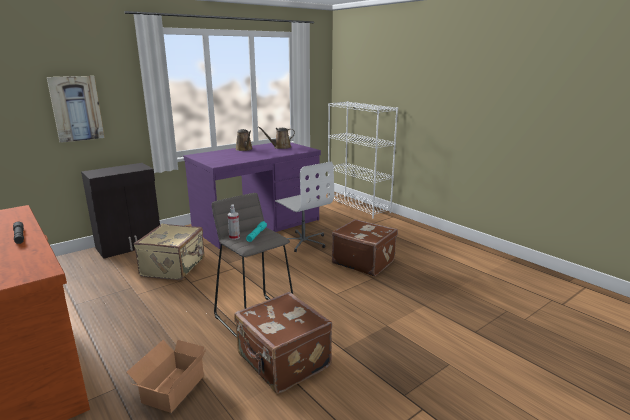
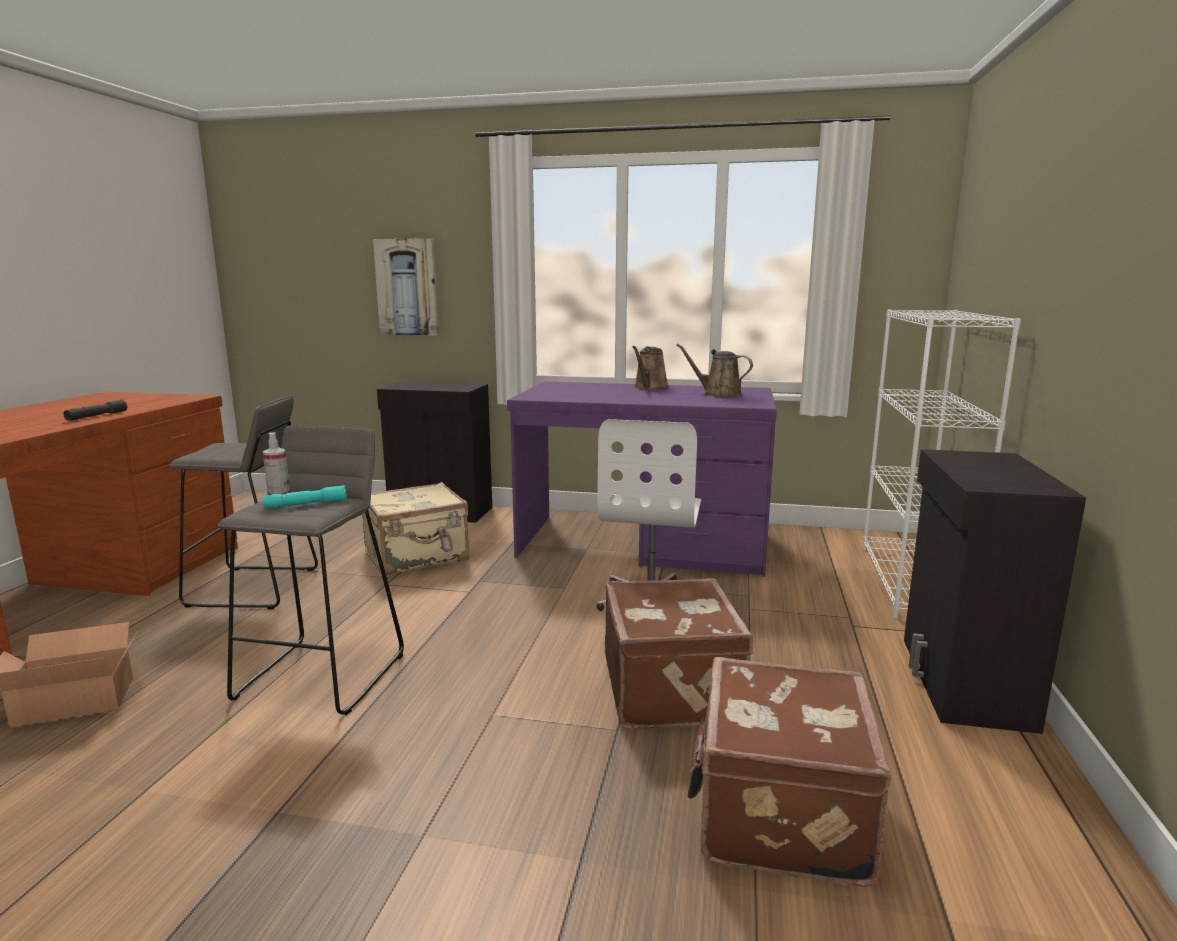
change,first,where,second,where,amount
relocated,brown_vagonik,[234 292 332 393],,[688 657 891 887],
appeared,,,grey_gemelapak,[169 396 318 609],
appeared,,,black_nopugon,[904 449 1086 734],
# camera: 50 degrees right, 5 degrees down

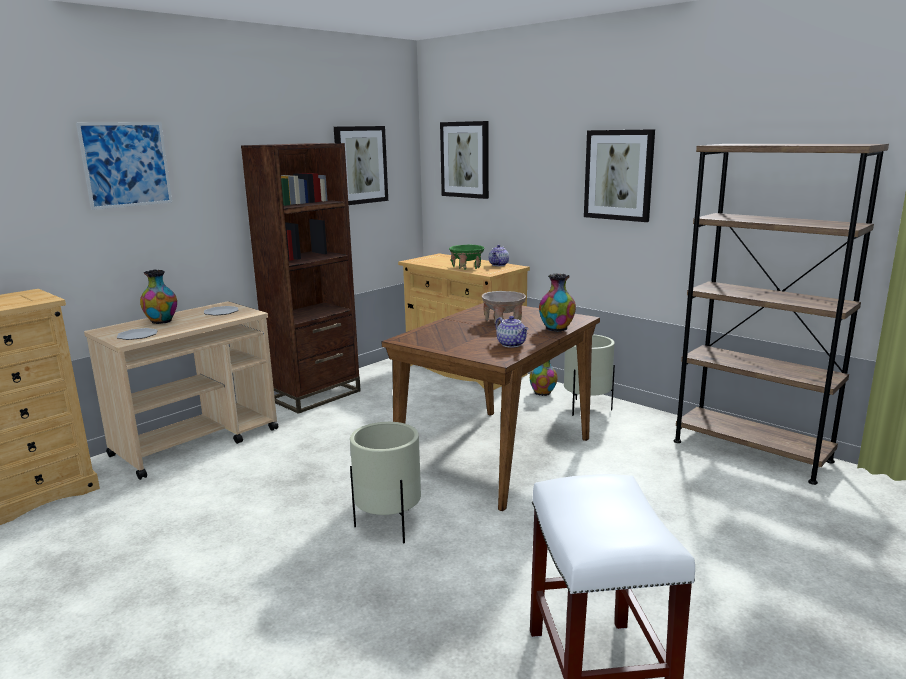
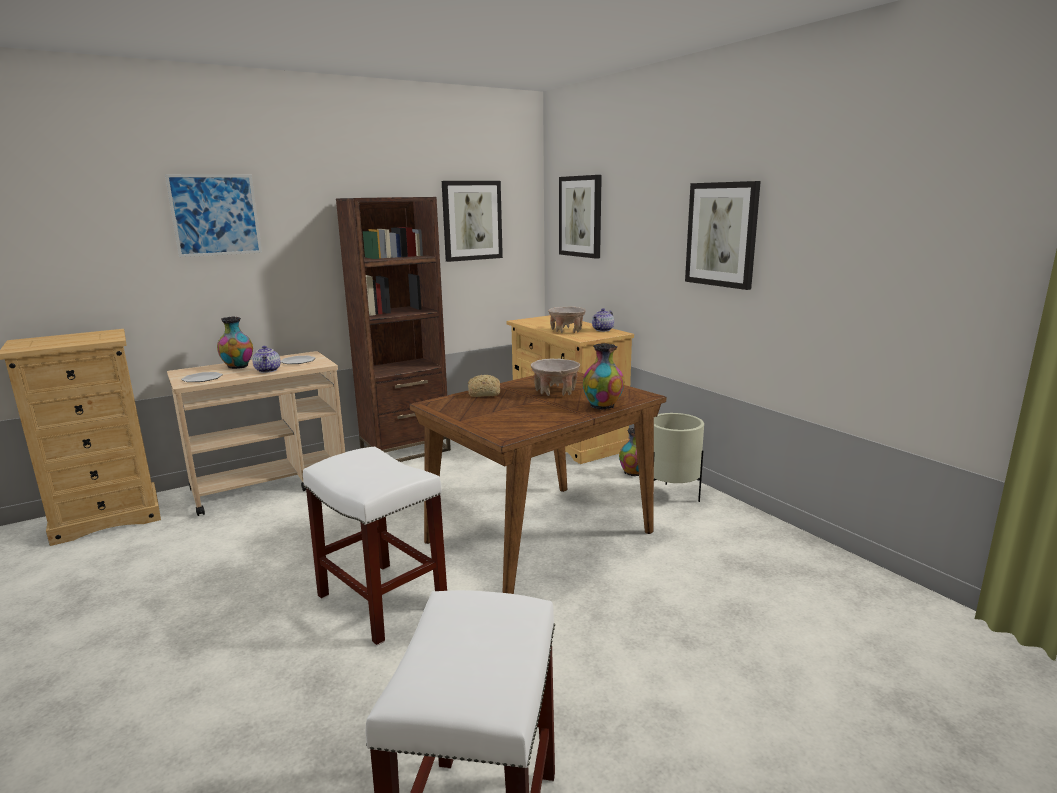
change,first,where,second,where,amount
exchanged,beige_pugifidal,[350 422 421 543],white_gemelapak,[303 447 447 646],
colour,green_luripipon,[449 244 484 270],beige_luripipon,[548 306 586 333],
relocated,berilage,[495 316 529 348],,[252 346 281 373],
missing,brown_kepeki,[674 144 889 485],,,
appeared,,,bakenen,[468 375 500 397],
# camera: 15 degrees right, 0 degrees up

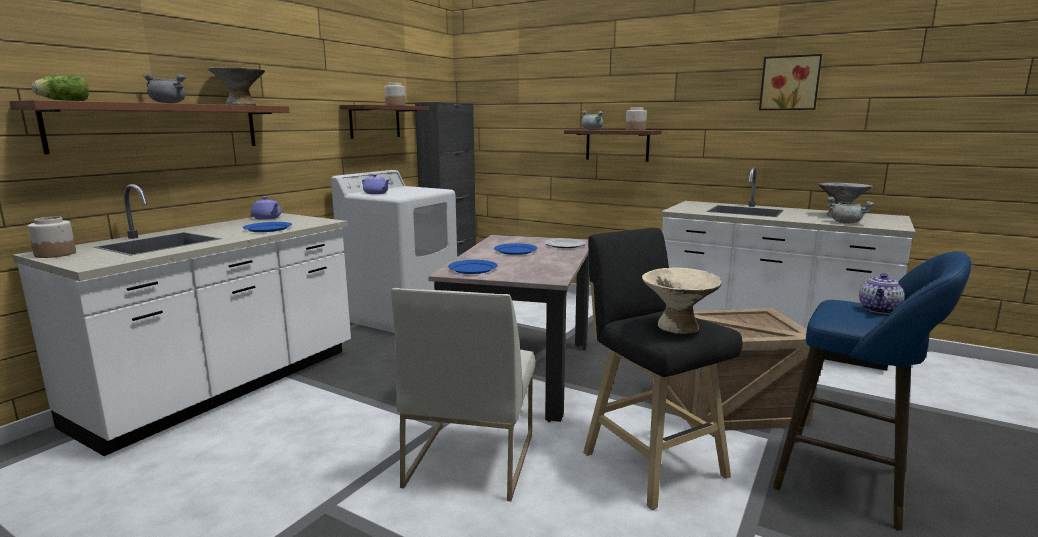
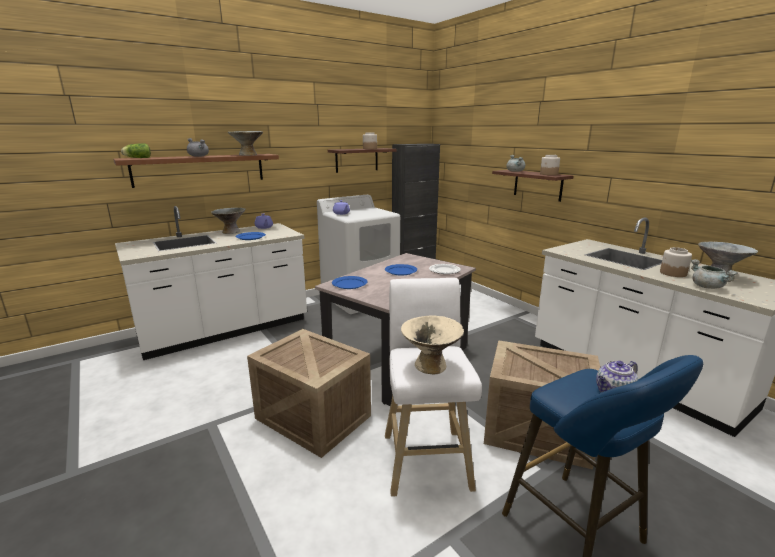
change,first,where,second,where,amount
relocated,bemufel,[28 217 76 258],,[660 247 692 277],
exchanged,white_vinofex,[391 288 535 501],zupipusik,[247 329 371 458],
colour,black_gemelapak,[583 228 742 510],white_gemelapak,[385 278 482 497],
missing,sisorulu,[759 54 822 110],,,
appeared,,,grey_luripipon,[211 208 246 234],
# camera: 25 degrees right, 5 degrees up

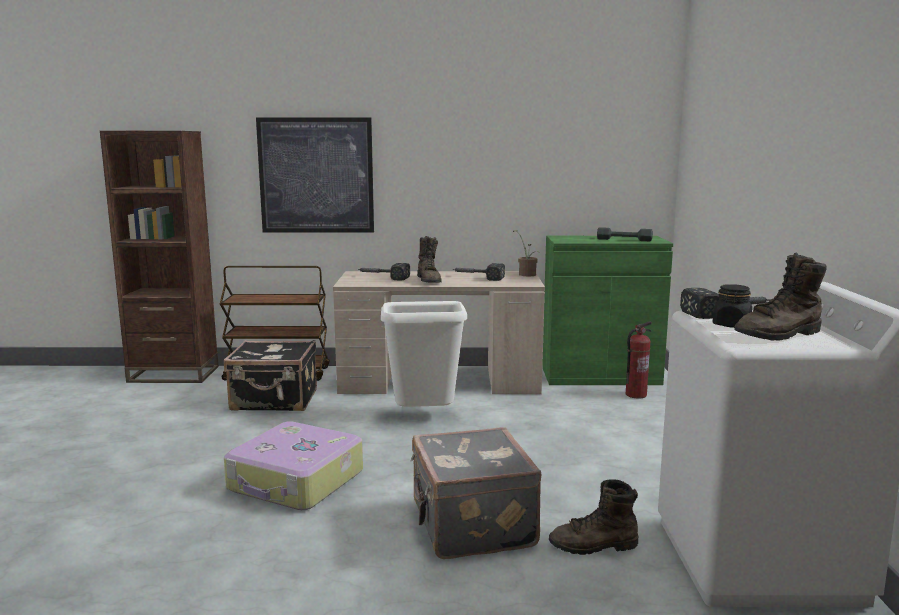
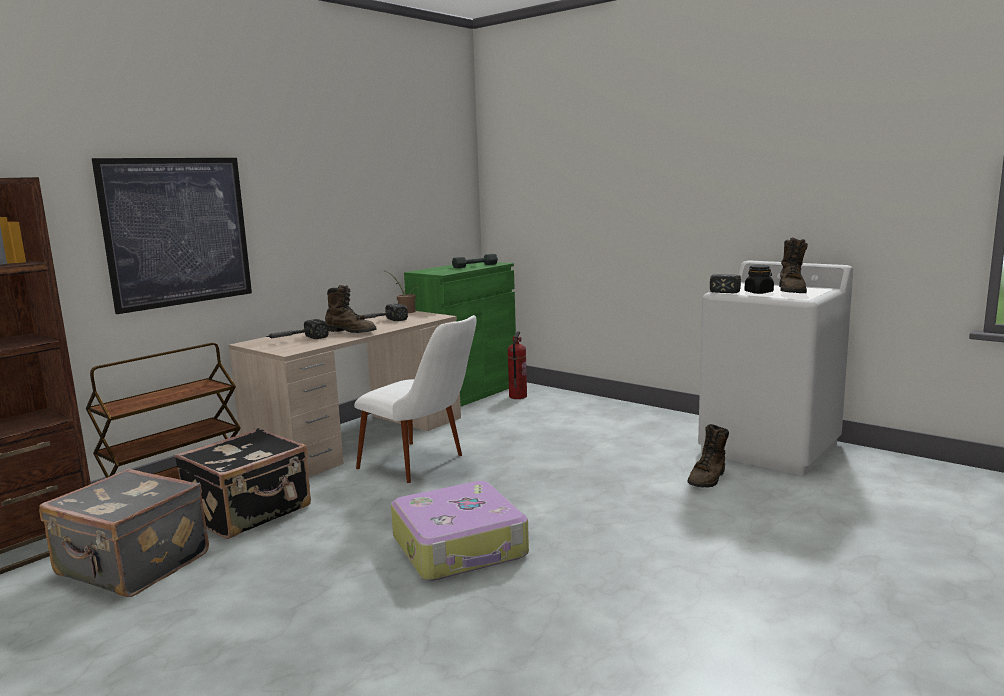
change,first,where,second,where,amount
exchanged,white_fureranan,[381 301 467 407],white_vinofex,[354 315 477 483],
relocated,grey_vagonik,[411 427 541 559],,[39 468 209 597],
# camera: 50 degrees left, 0 degrees up

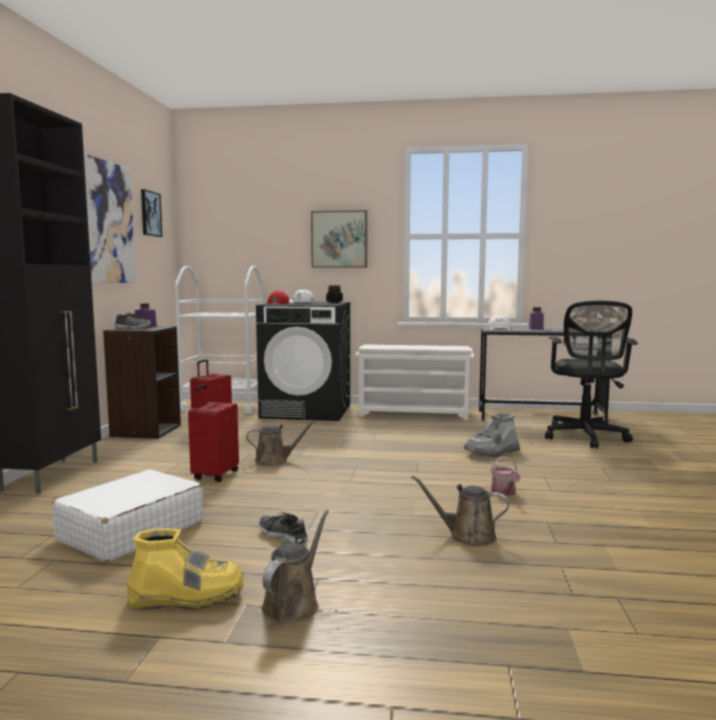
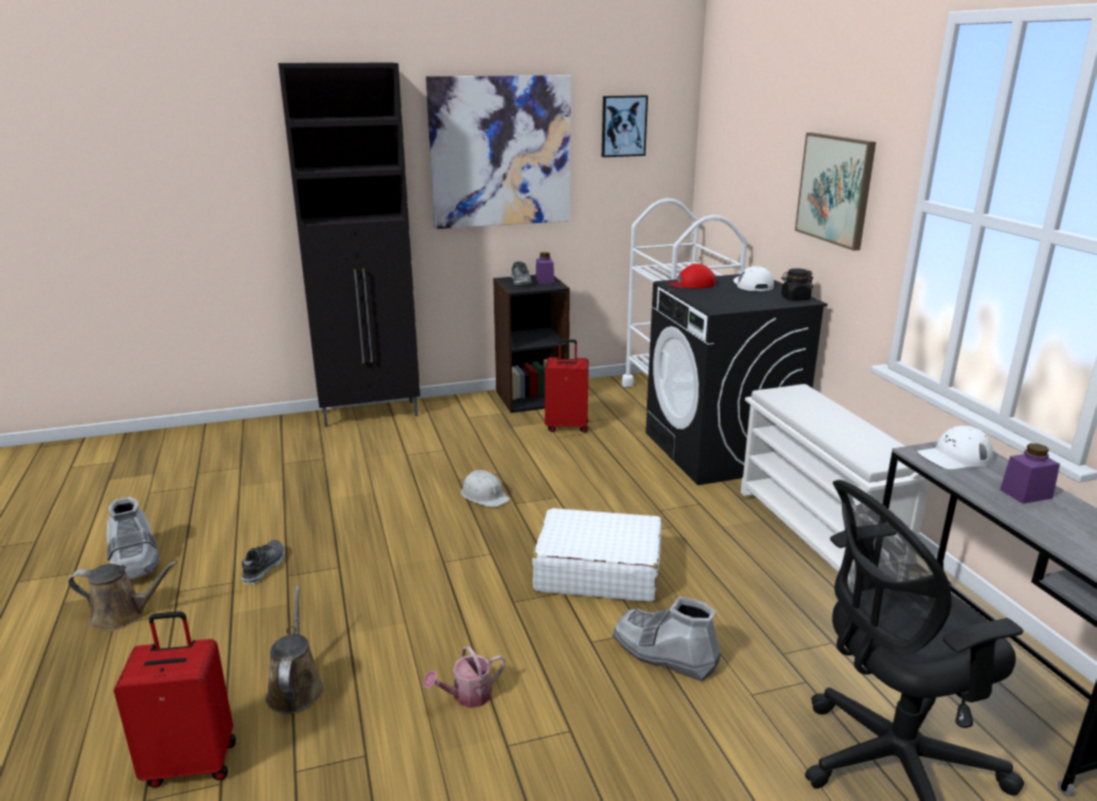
change,first,where,second,where,amount
relocated,white_vagonik,[52 469 203 562],,[532 508 661 602],
colour,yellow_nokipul,[126 528 243 609],grey_nokipul,[107 497 160 580],
relocated,red_vagonik,[188 385 239 482],,[114 611 236 788],
exchanged,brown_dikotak,[246 420 316 466],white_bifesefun,[461 470 510 507],
# camera: 65 degrees right, 15 degrees up

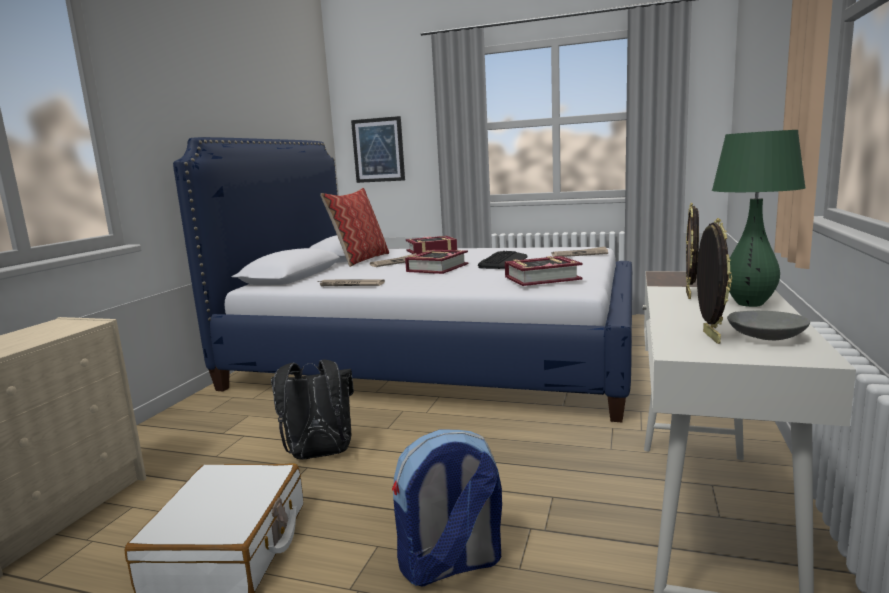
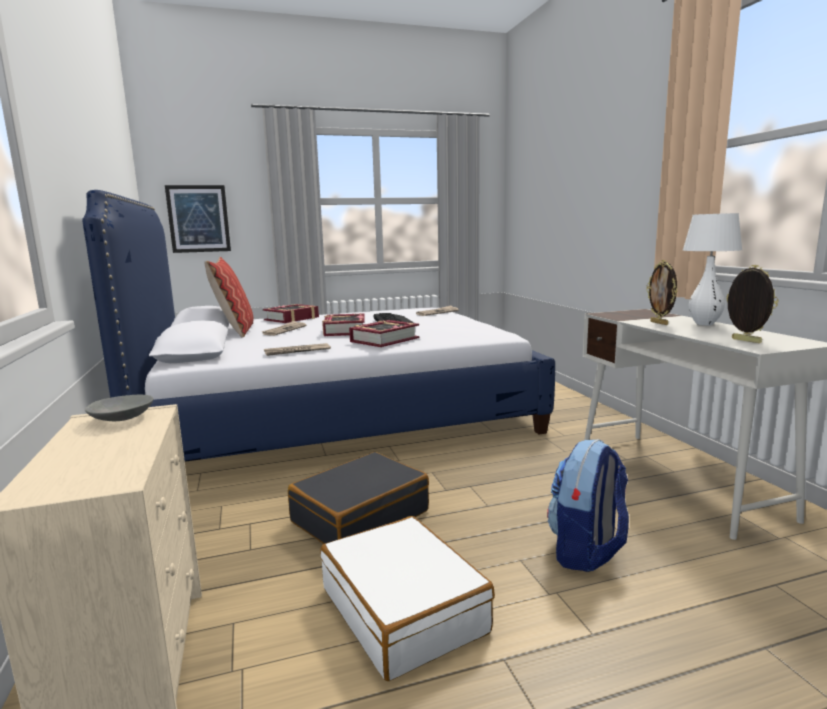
change,first,where,second,where,amount
exchanged,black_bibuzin,[271 359 354 460],black_vagonik,[288 452 429 544],
relocated,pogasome,[505 256 583 286],,[349 320 420 347],
colour,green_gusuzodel,[712 130 806 307],white_gusuzodel,[683 213 742 326],
relocated,grey_luripipon,[727 311 810 340],,[85 395 153 421],
# camera: 35 degrees left, 0 degrees up

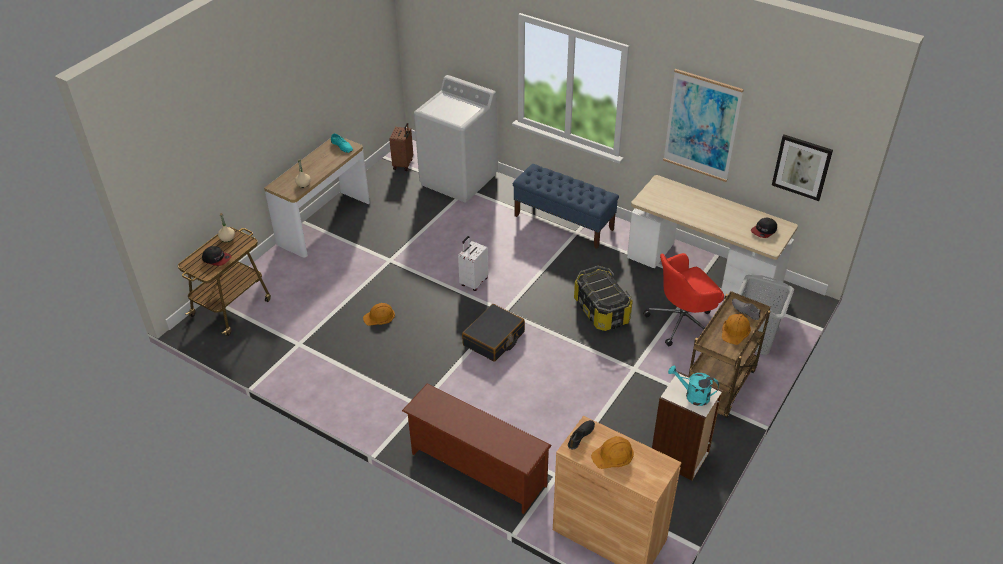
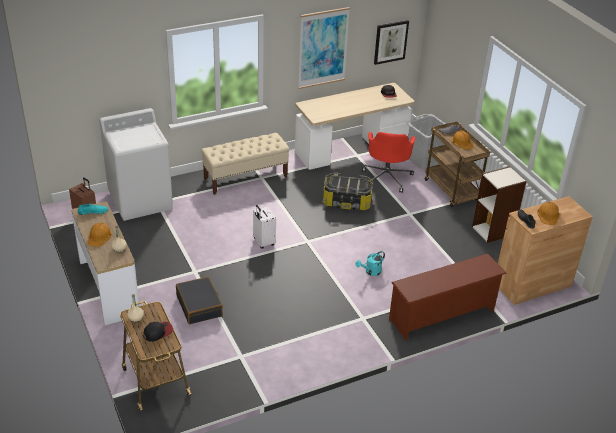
change,first,where,second,where,amount
relocated,orange_bifesefun,[363 303 395 326],,[88 223 112 247],
relocated,black_vagonik,[462 304 525 362],,[176 277 223 324],
colour,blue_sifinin,[513 164 619 249],beige_sifinin,[201 133 290 195],
relocated,turquoise_dikotak,[668 365 719 406],,[355 251 385 276],
# camera: 60 degrees left, 5 degrees down

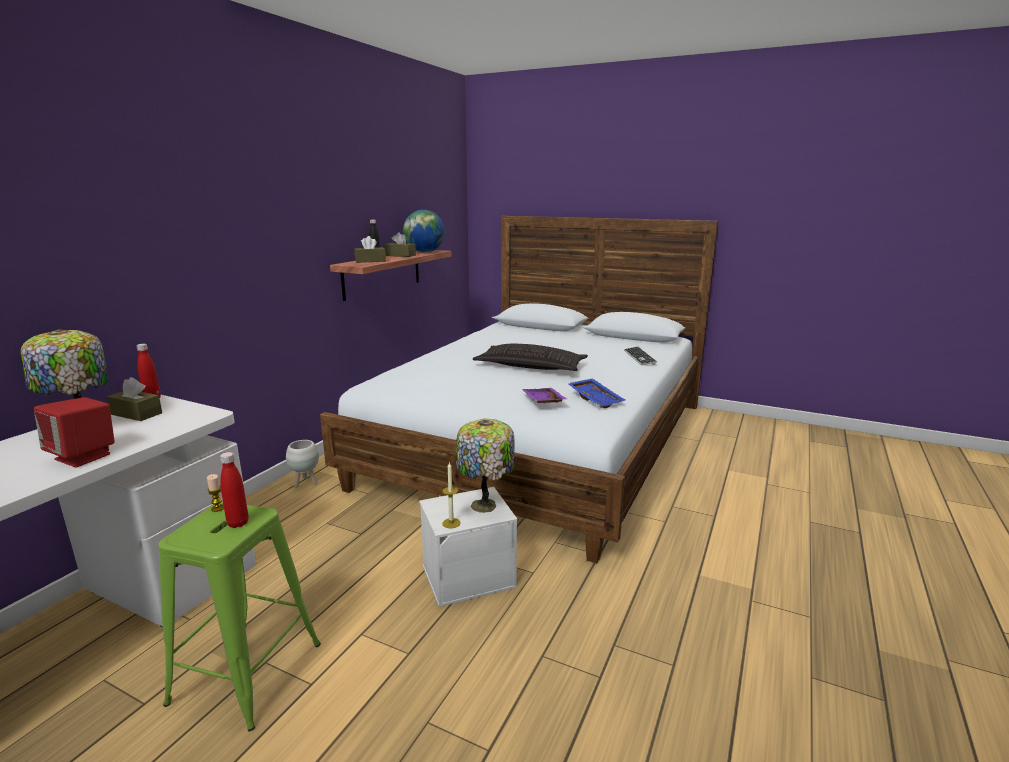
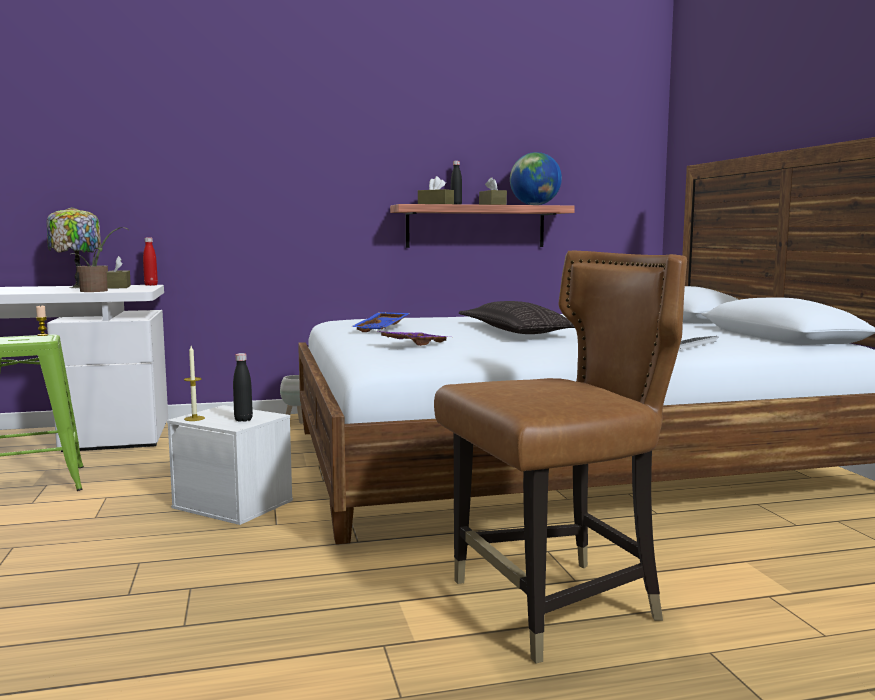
change,first,where,second,where,amount
missing,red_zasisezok,[34 397 114 468],,,
missing,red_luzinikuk,[220 452 249 528],,,
exchanged,gusuzodel,[456 418 515 513],black_luzinikuk,[233 353 253 422],
relocated,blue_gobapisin,[568 378 625 408],,[351 312 410 332],
appeared,,,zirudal,[72 227 128 292],
appeared,,,brown_vinofex,[434 251 687 663],
# camera: 50 degrees right, 10 degrees down

